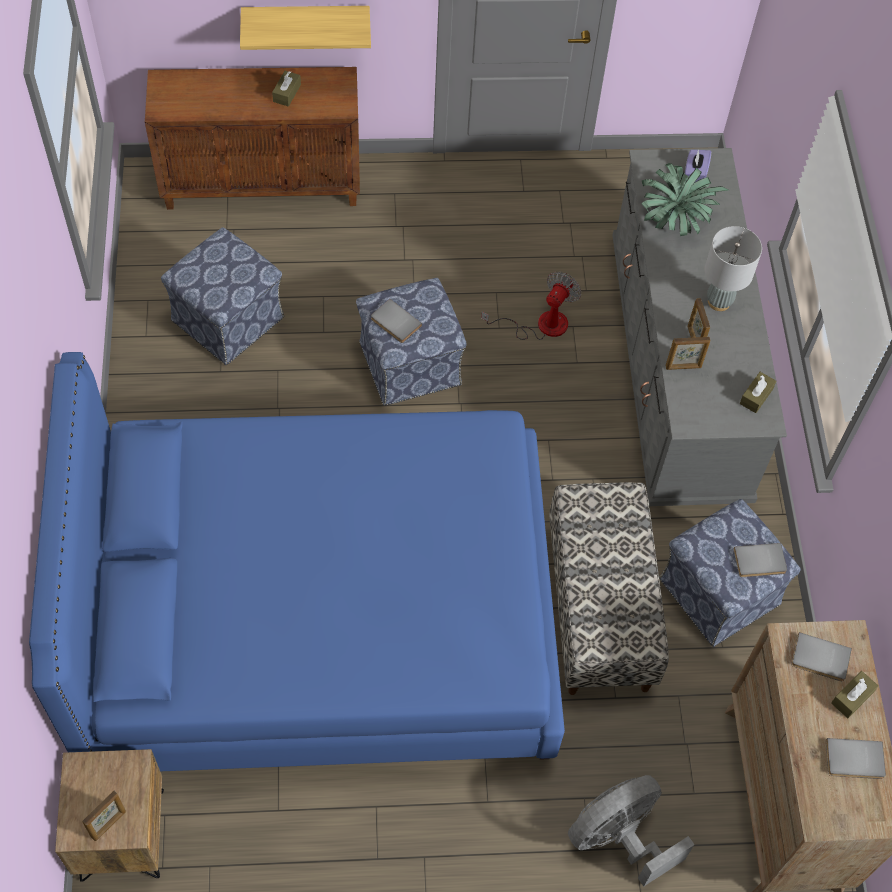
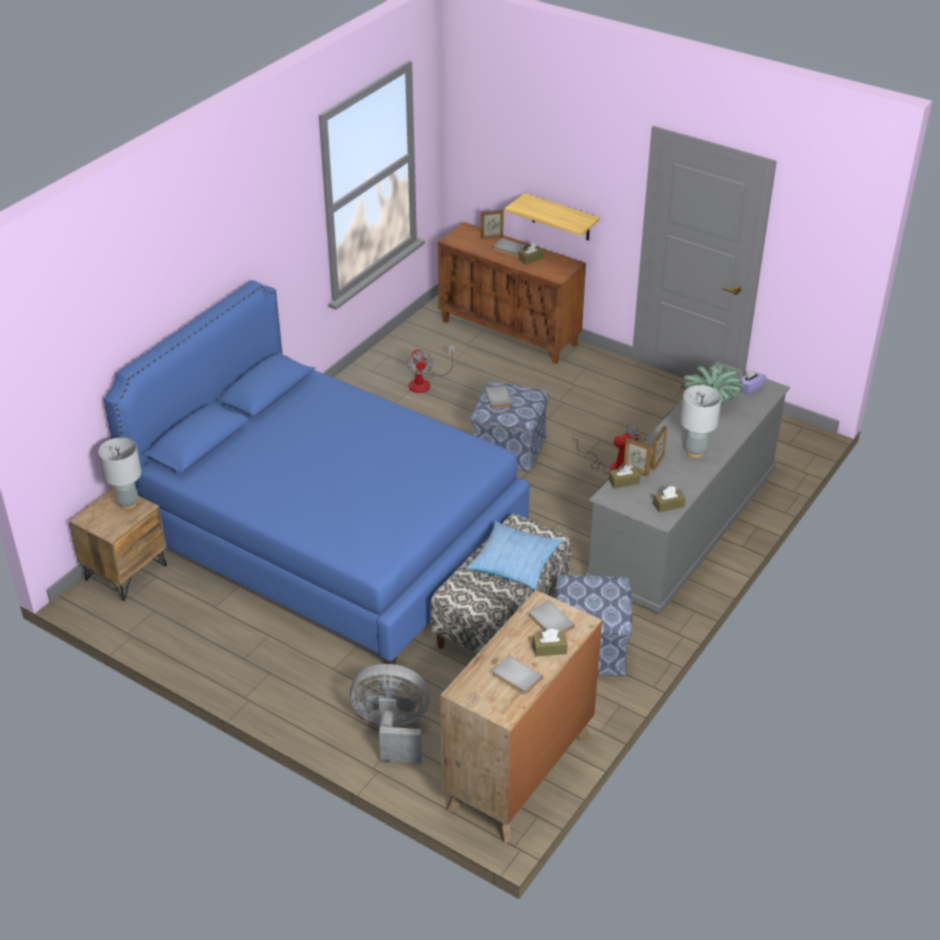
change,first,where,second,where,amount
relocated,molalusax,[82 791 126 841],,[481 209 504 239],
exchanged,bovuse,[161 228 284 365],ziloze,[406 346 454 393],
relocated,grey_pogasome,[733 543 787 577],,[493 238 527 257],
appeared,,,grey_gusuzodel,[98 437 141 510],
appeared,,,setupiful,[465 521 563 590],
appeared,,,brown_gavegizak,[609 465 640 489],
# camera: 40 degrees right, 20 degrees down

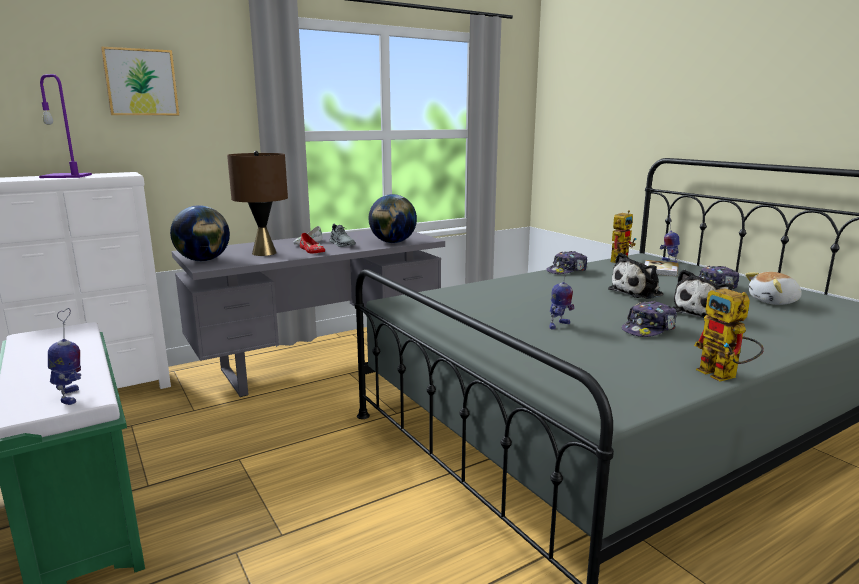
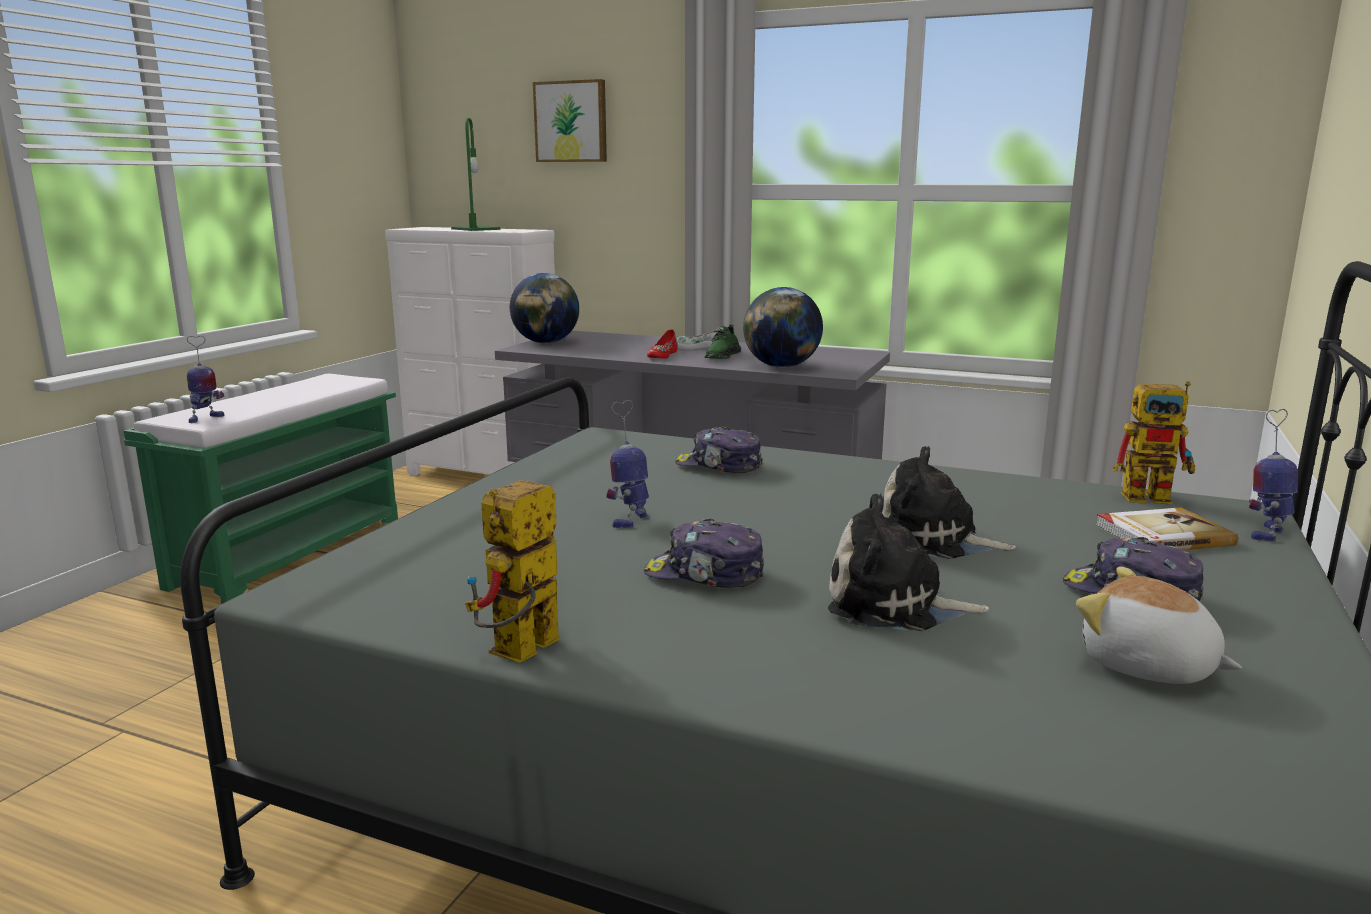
change,first,where,second,where,amount
colour,purple_gusuzodel,[39 74 92 178],green_gusuzodel,[451 117 500 231],
missing,brown_gusuzodel,[227 151 288 256],,,
colour,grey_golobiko,[329 224 356 247],green_golobiko,[705 324 741 359],
relocated,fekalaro,[546 251 587 274],,[675 426 763 473],
spun,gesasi,[550 261 574 329],,[606 400 649 528],105 degrees clockwise
# camera: 55 degrees right, 0 degrees up

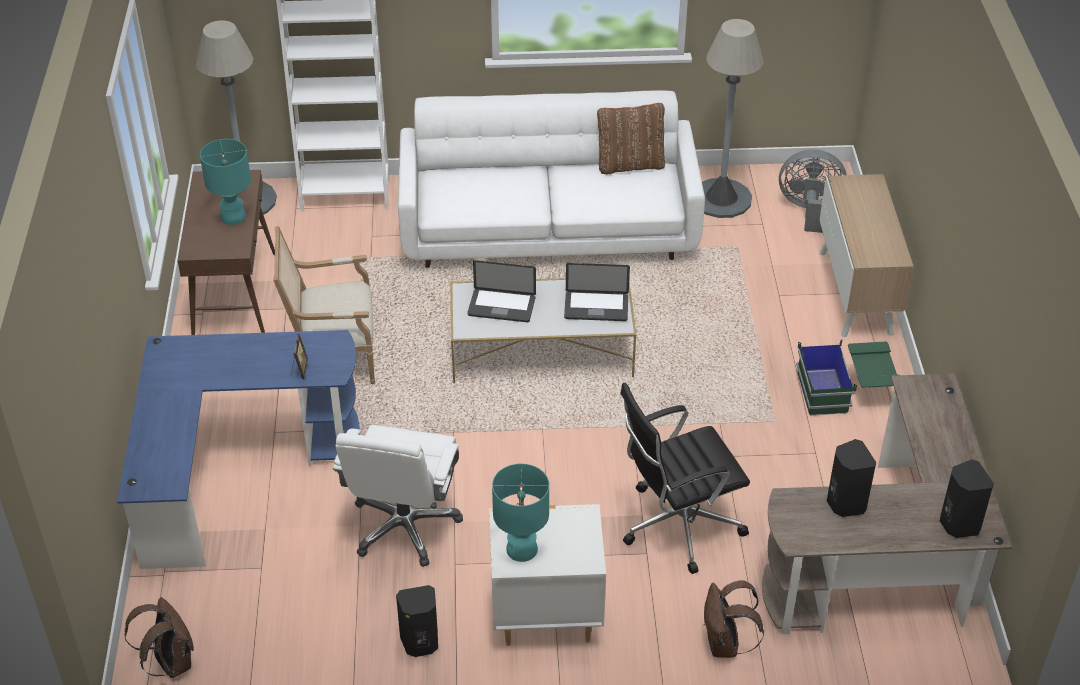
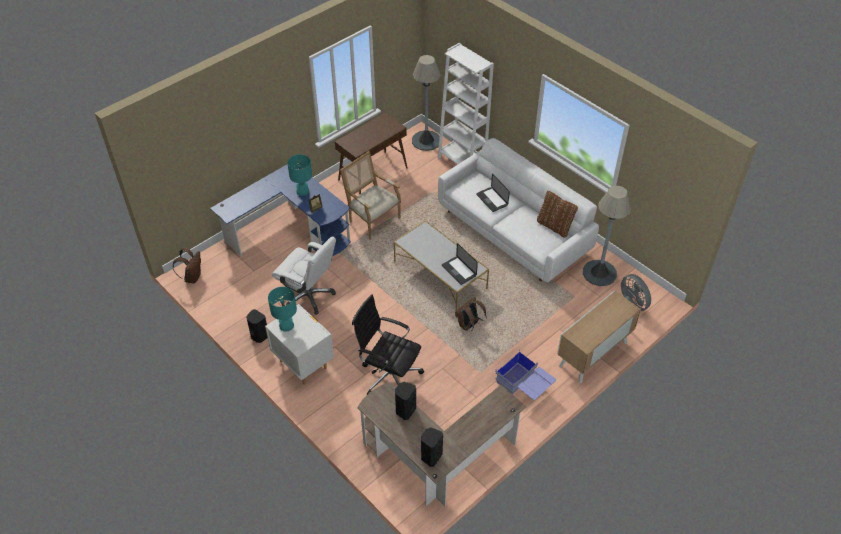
change,first,where,second,where,amount
relocated,turquoise_gusuzodel,[200 139 251 225],,[287 154 312 196],
spun,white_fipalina,[333 425 463 567],,[272 237 336 315],120 degrees counterclockwise
relocated,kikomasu,[467 260 536 322],,[476 174 510 212],
relocated,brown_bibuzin,[704 580 764 658],,[455 297 487 331],
colour,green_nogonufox,[796 339 897 415],blue_nogonufox,[495 349 556 400],
# camera: 50 degrees right, 5 degrees up

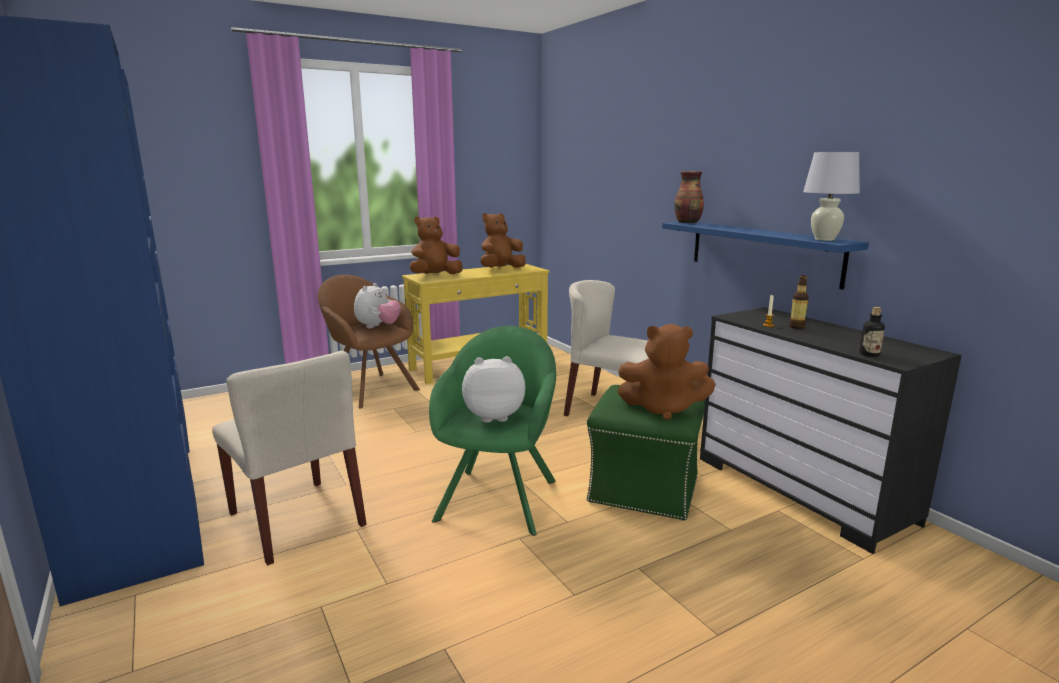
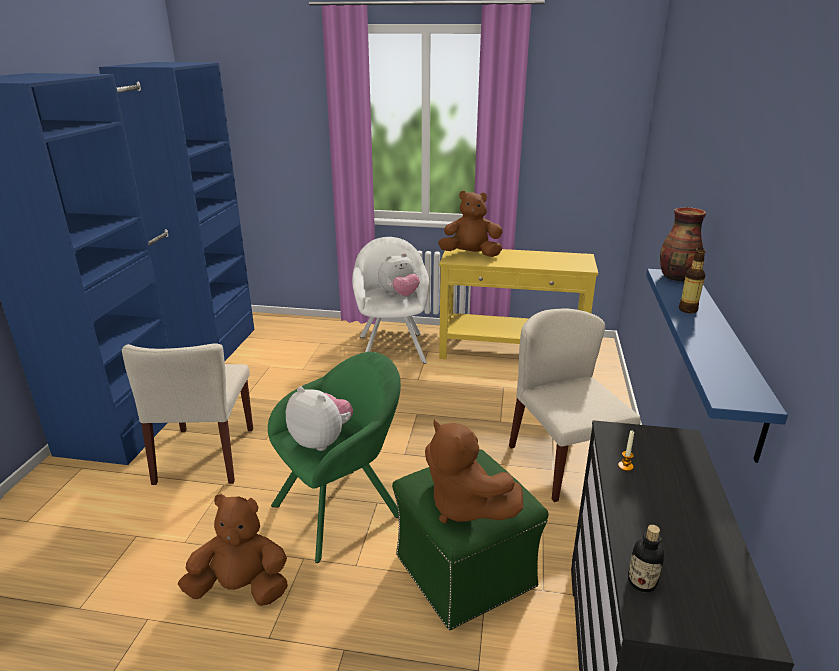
change,first,where,second,where,amount
colour,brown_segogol,[318 274 420 408],white_segogol,[352 237 429 364],
relocated,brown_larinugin,[480 213 526 268],,[178 494 288 606],
relocated,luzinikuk,[789 275 809 329],,[679 248 706 313],
missing,white_gusuzodel,[803 152 860 241],,,
# camera: 40 degrees right, 10 degrees up

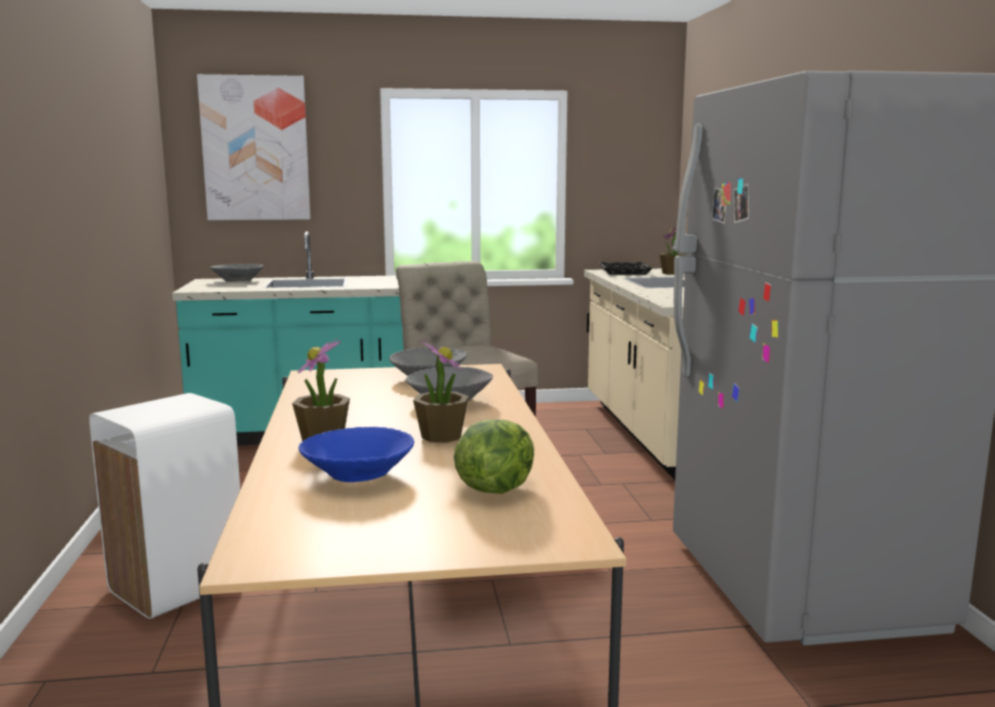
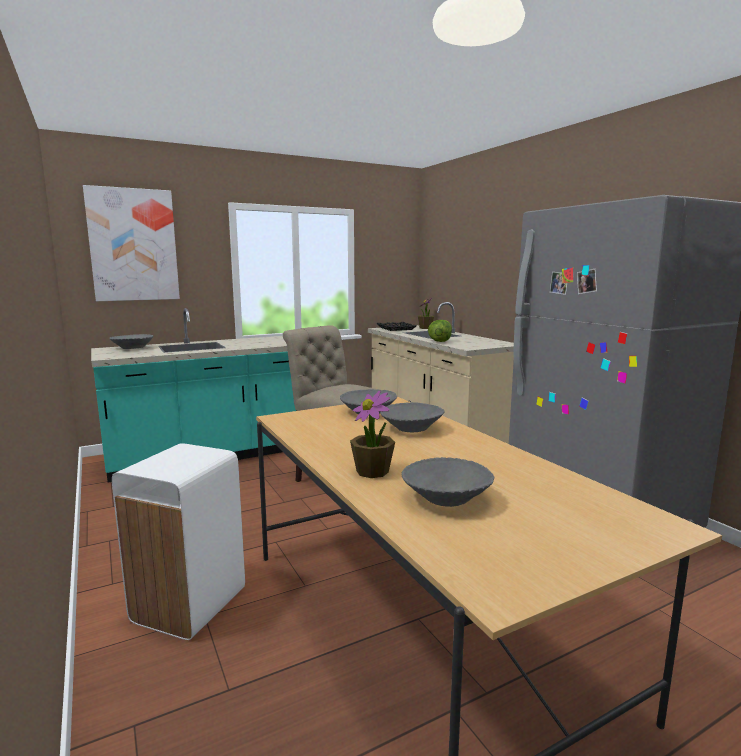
change,first,where,second,where,amount
colour,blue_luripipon,[298 427 414 482],grey_luripipon,[401 457 494 507],
missing,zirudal,[413 339 469 443],,,
relocated,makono,[454 419 534 494],,[428 320 452 342],
# camera: 20 degrees left, 0 degrees up

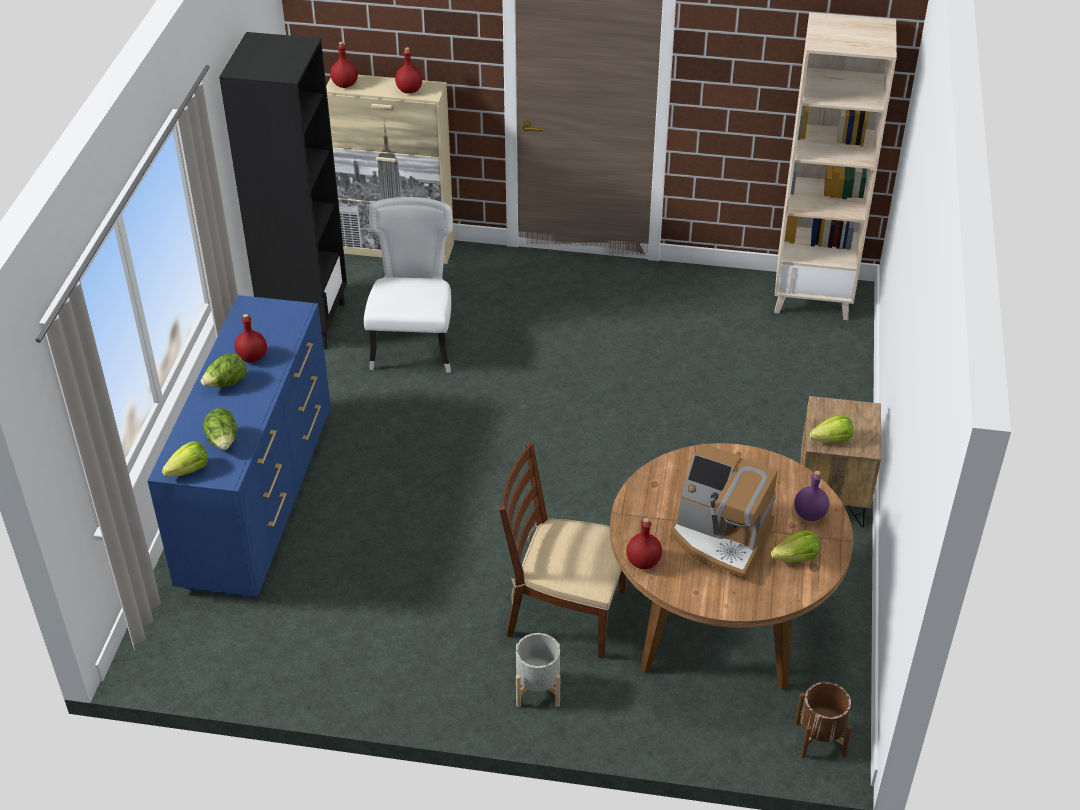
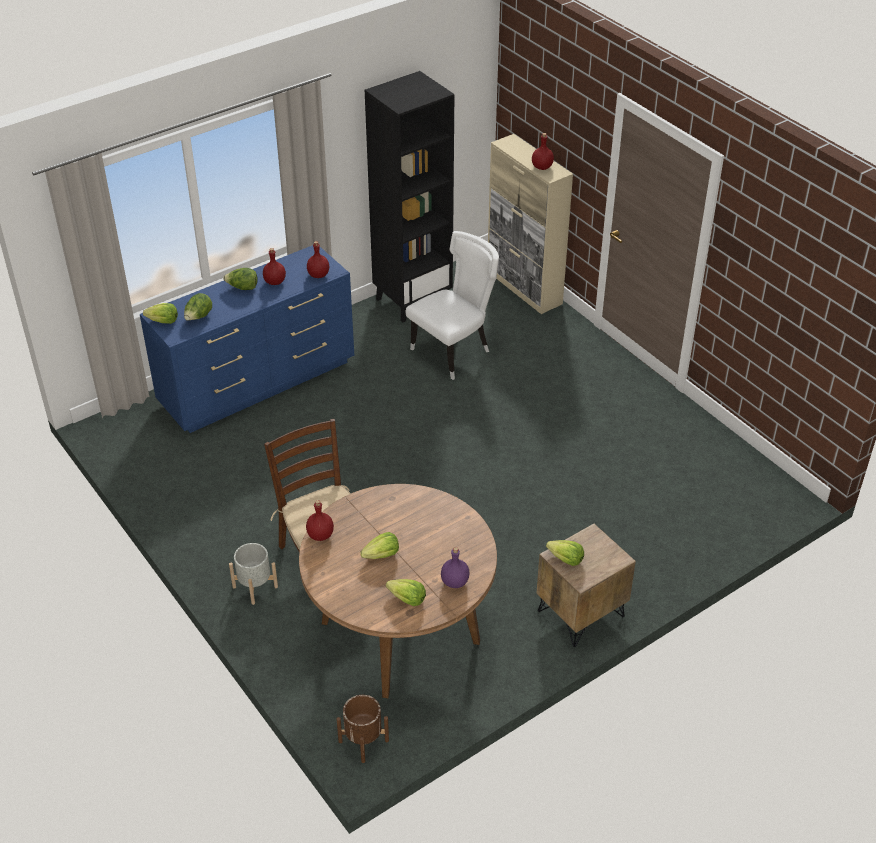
change,first,where,second,where,amount
relocated,red_luzinikuk,[330 42 358 88],,[307 241 329 278],
exchanged,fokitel,[670 443 778 581],makono,[360 532 399 559],
missing,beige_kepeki,[774 12 897 320],,,
# camera: 45 degrees right, 0 degrees up

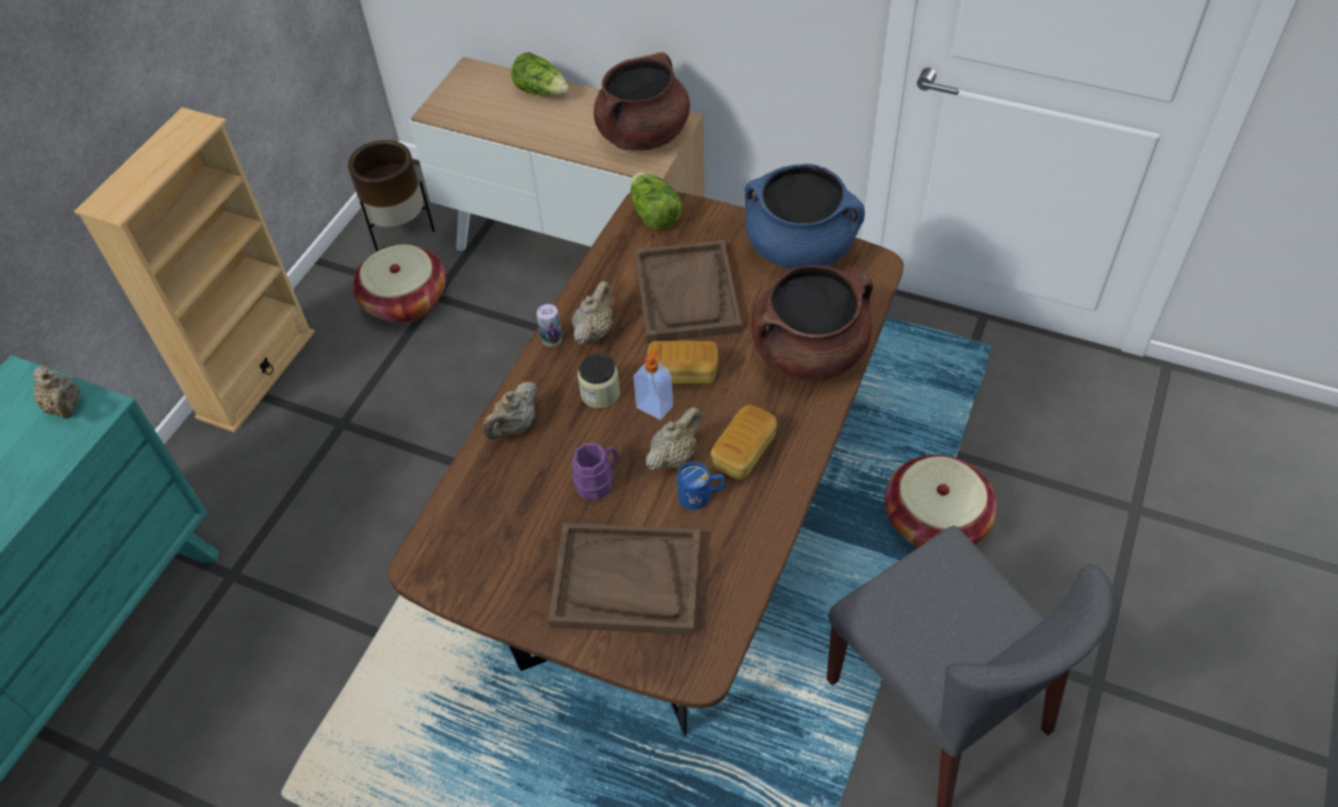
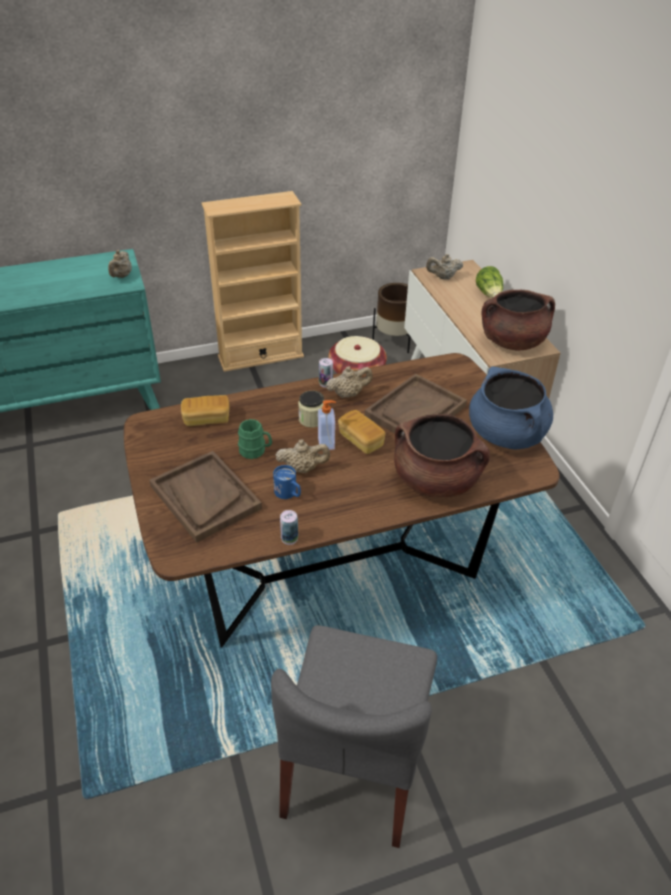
change,first,where,second,where,amount
relocated,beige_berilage,[483 381 537 440],,[426 254 463 279],
colour,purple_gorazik,[572 443 618 500],green_gorazik,[238 419 272 459],
missing,makono,[630 172 682 230],,,
relocated,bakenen,[711 405 777 480],,[181 395 229 426],
missing,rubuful,[885 455 997 547],,,
appeared,,,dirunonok,[280 510 298 545],
# camera: 45 degrees right, 10 degrees down

